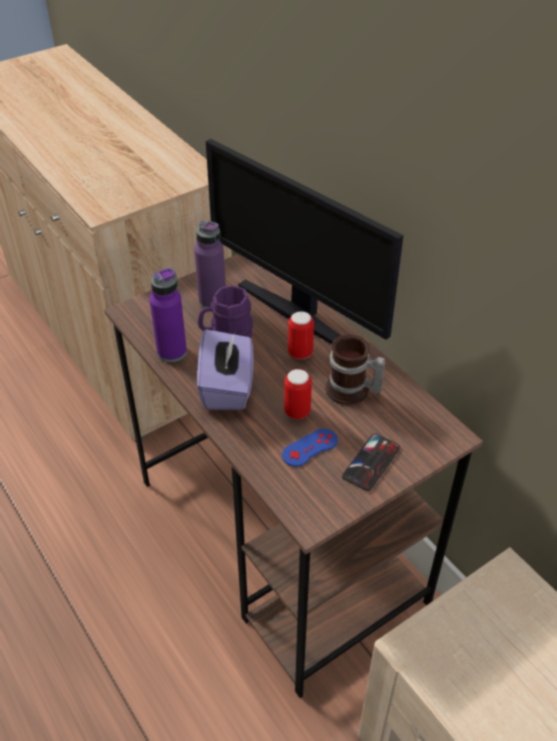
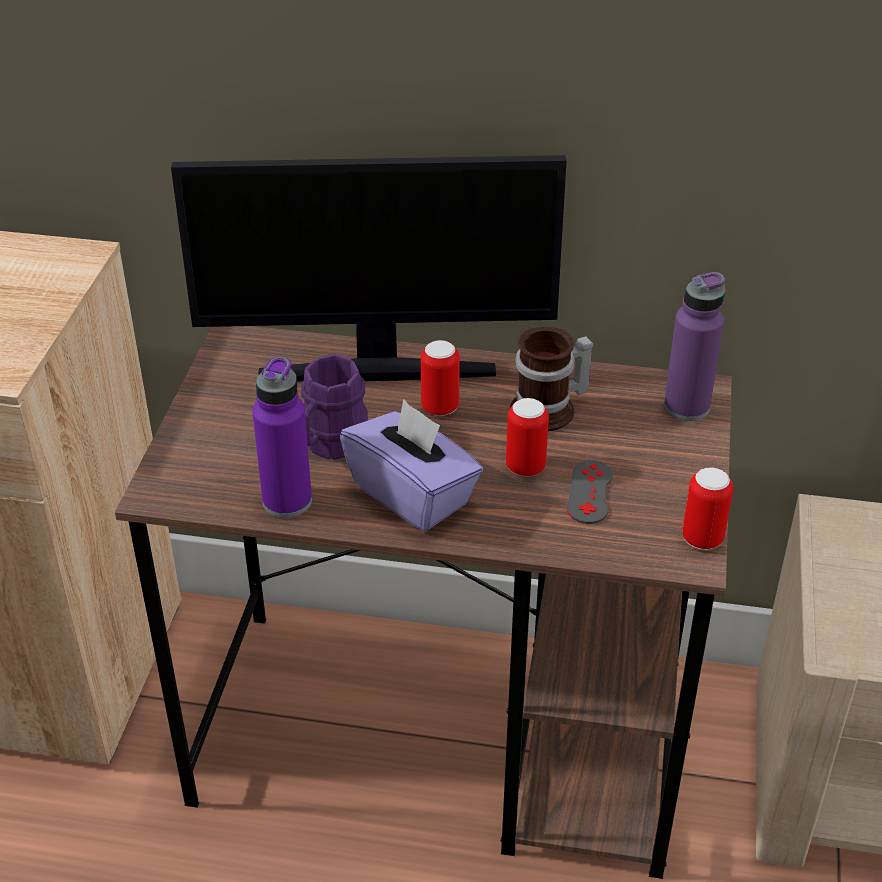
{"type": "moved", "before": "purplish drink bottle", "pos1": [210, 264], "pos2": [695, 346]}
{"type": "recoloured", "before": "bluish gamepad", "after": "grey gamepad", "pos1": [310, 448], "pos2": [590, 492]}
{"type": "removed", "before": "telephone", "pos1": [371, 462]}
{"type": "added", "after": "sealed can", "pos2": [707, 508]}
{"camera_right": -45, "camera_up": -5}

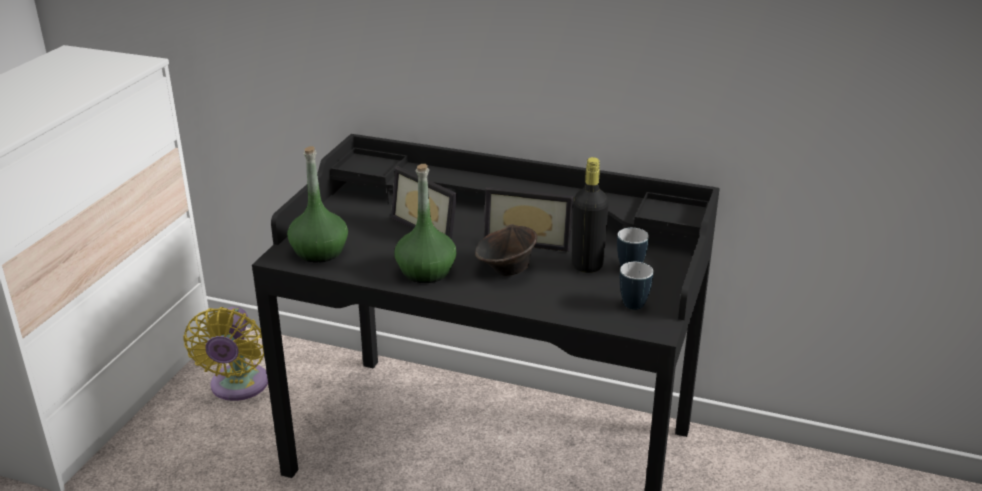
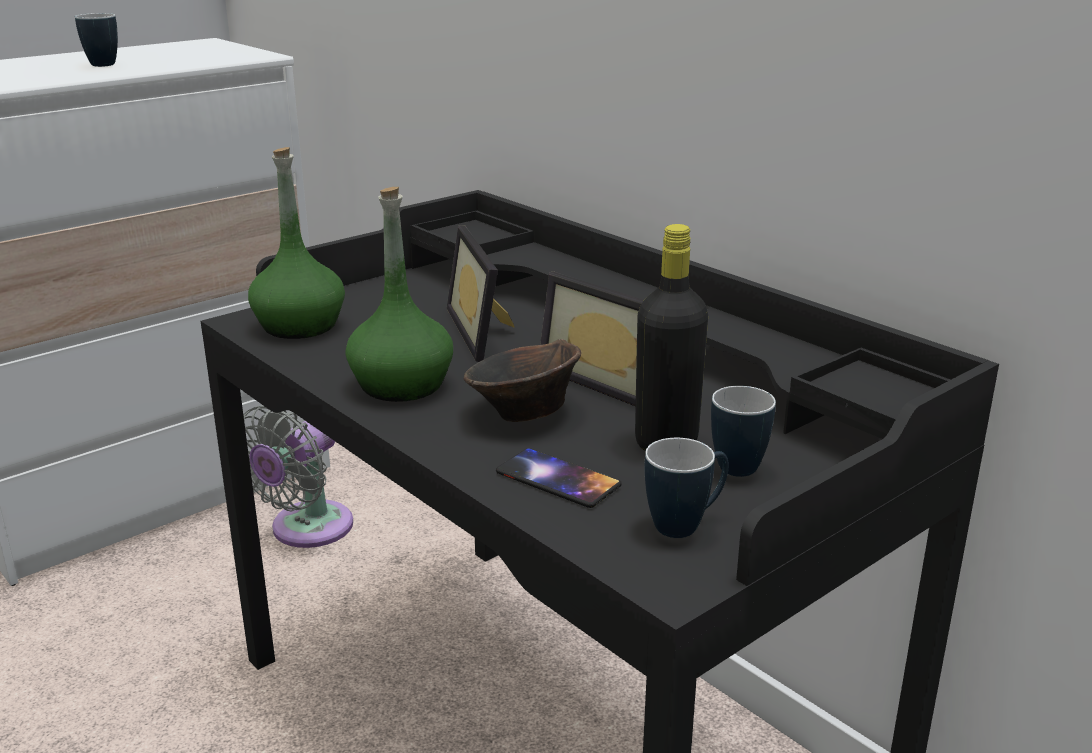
{"type": "recoloured", "before": "yellow-coloured electric fan", "after": "grey electric fan", "pos1": [225, 354], "pos2": [298, 476]}
{"type": "added", "after": "coffee mug", "pos2": [96, 40]}
{"type": "added", "after": "telephone", "pos2": [559, 478]}
{"camera_right": 30, "camera_up": -5}

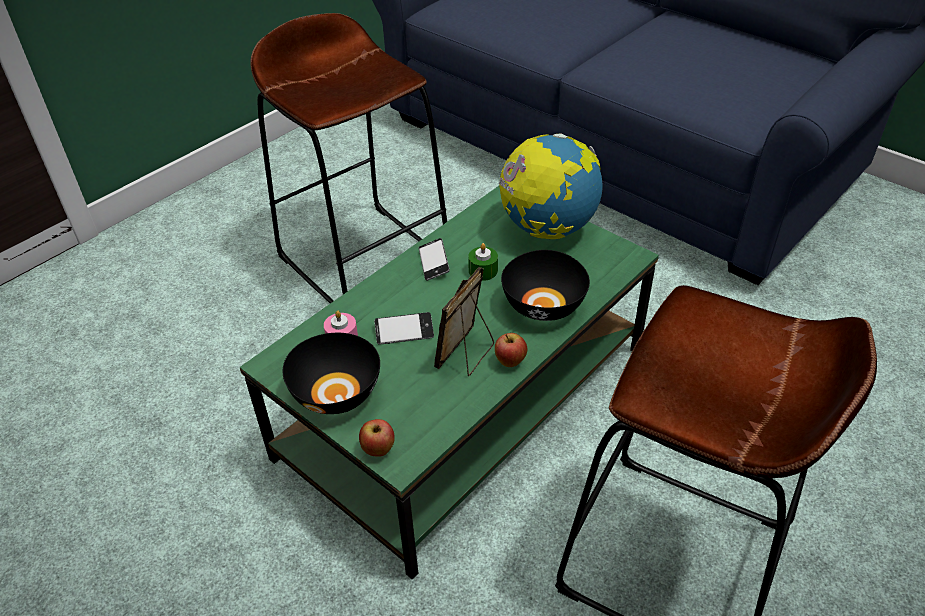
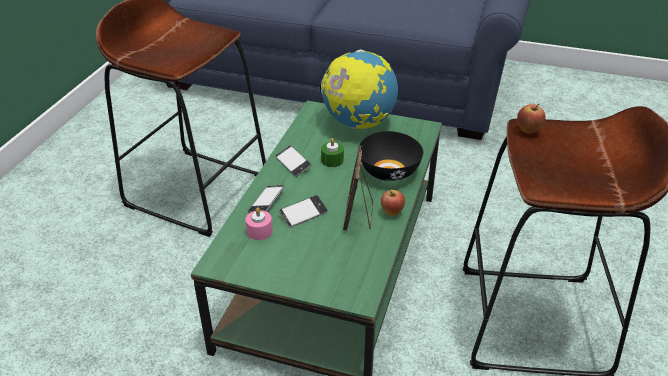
{"type": "removed", "before": "black serving bowl", "pos1": [331, 373]}
{"type": "moved", "before": "apple fruit", "pos1": [377, 438], "pos2": [531, 119]}
{"type": "added", "after": "telephone", "pos2": [266, 199]}
{"camera_right": -25, "camera_up": -5}

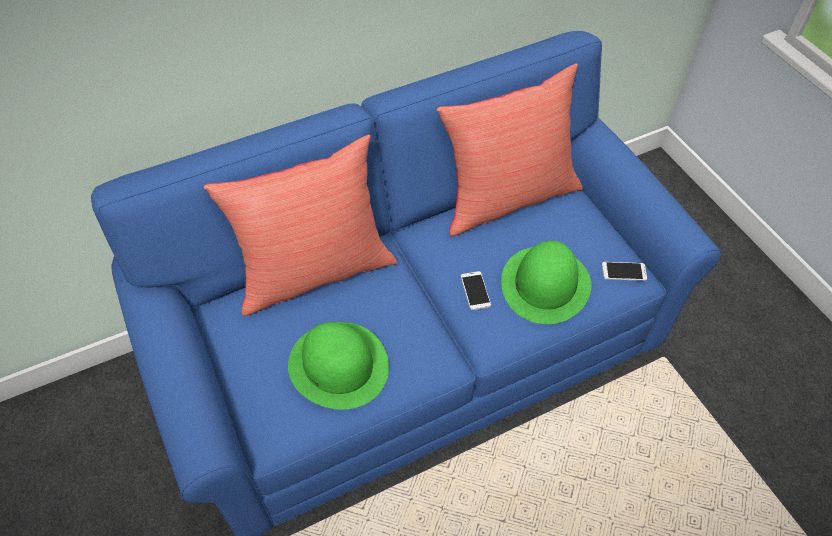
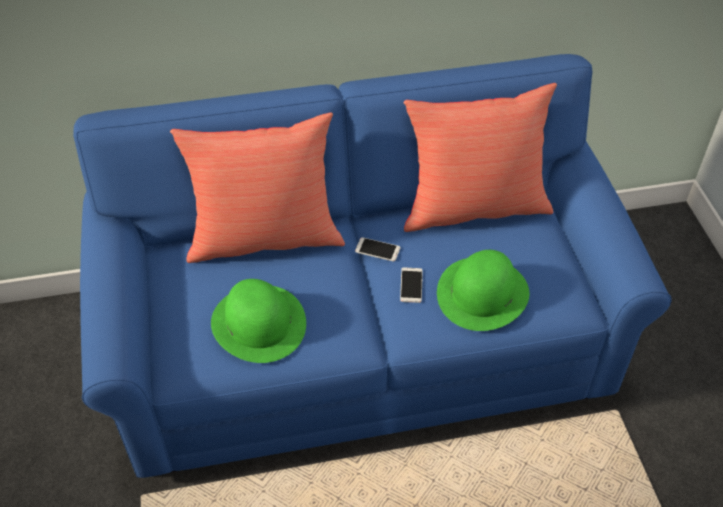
{"type": "moved", "before": "telephone", "pos1": [624, 271], "pos2": [377, 249]}
{"camera_right": 15, "camera_up": -5}

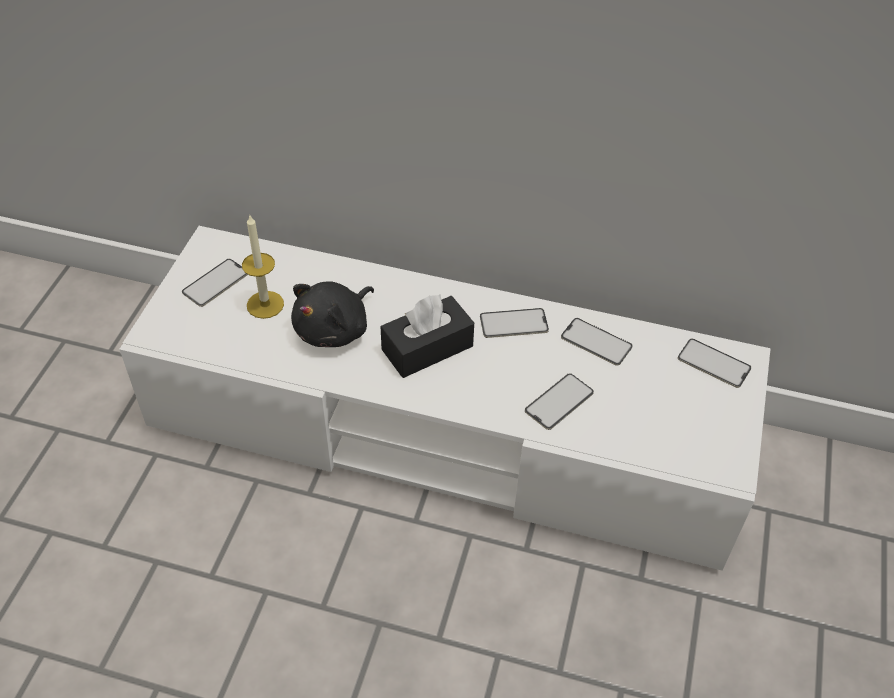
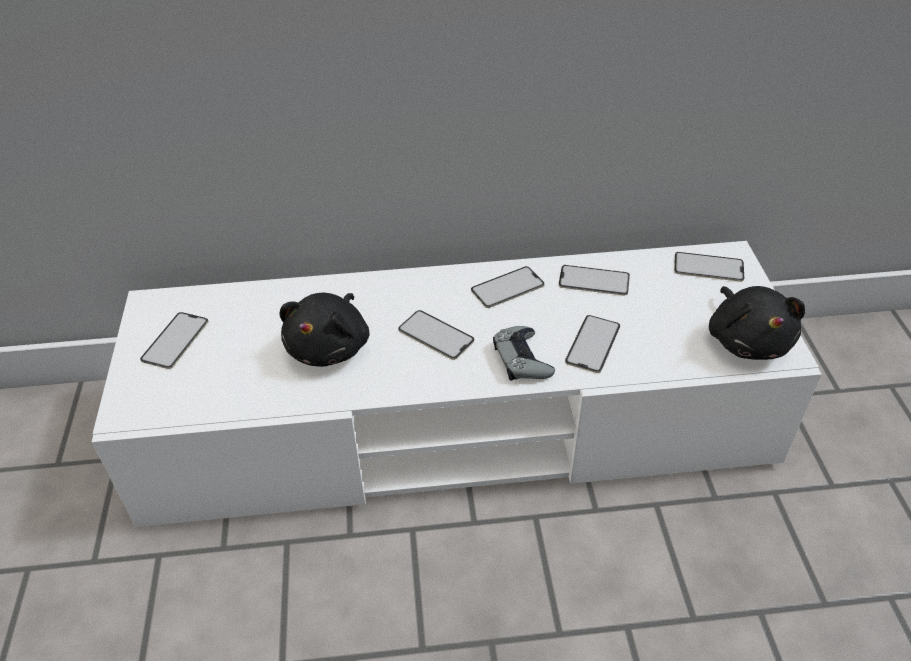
{"type": "removed", "before": "wax candle", "pos1": [263, 266]}
{"type": "replaced", "before": "black tissue box", "after": "telephone", "pos1": [427, 336], "pos2": [436, 335]}
{"type": "added", "after": "grey gamepad", "pos2": [524, 353]}
{"type": "added", "after": "black plush toy", "pos2": [757, 323]}
{"camera_right": -20, "camera_up": -5}

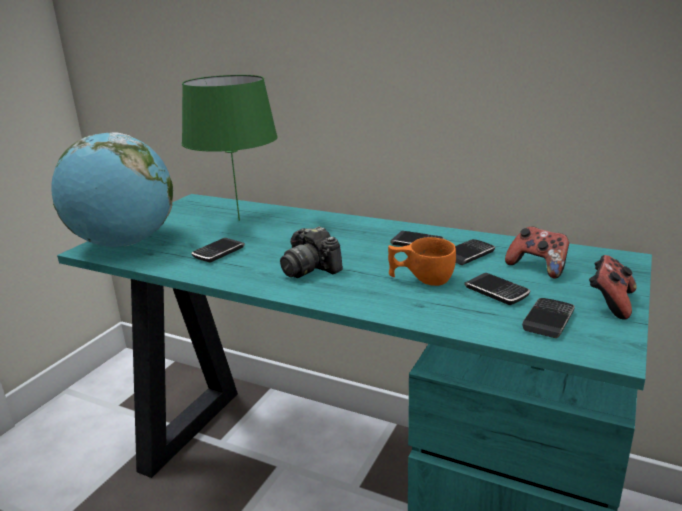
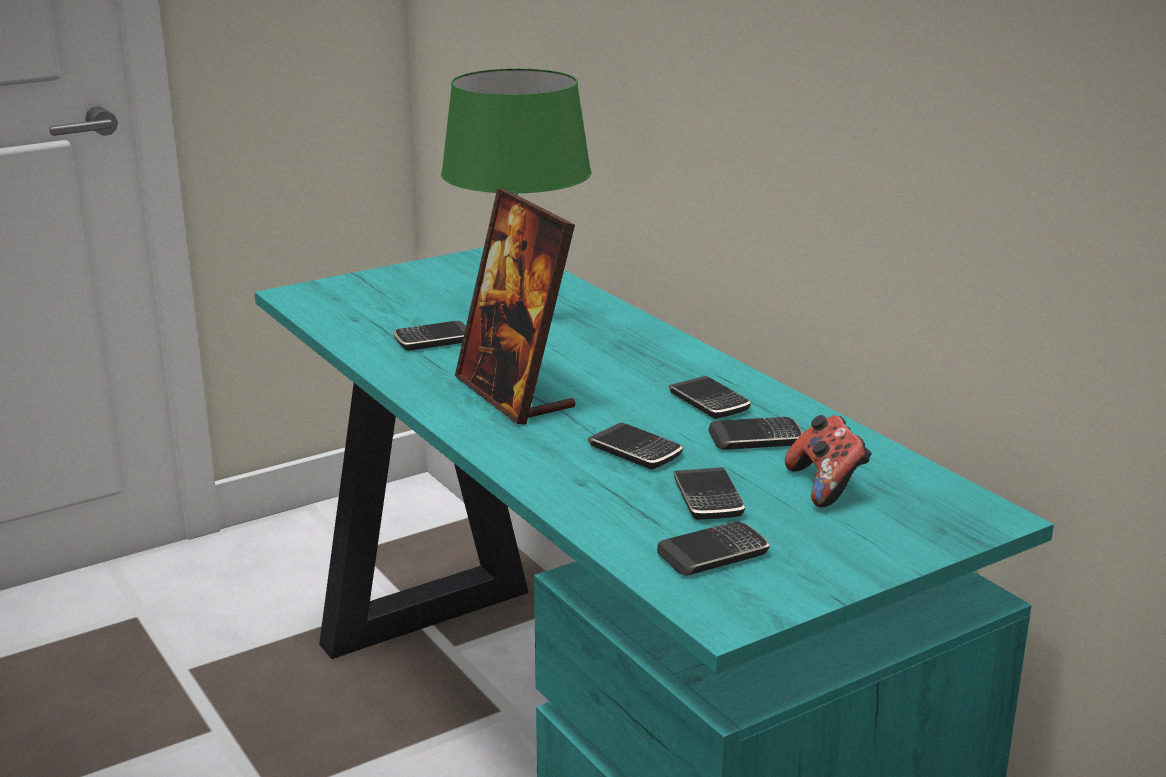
{"type": "removed", "before": "world globe", "pos1": [112, 189]}
{"type": "replaced", "before": "still camera", "after": "standing frame", "pos1": [311, 252], "pos2": [515, 306]}
{"type": "replaced", "before": "orangey cup", "after": "telephone", "pos1": [422, 261], "pos2": [635, 446]}
{"type": "removed", "before": "gamepad", "pos1": [613, 287]}
{"camera_right": 30, "camera_up": 0}

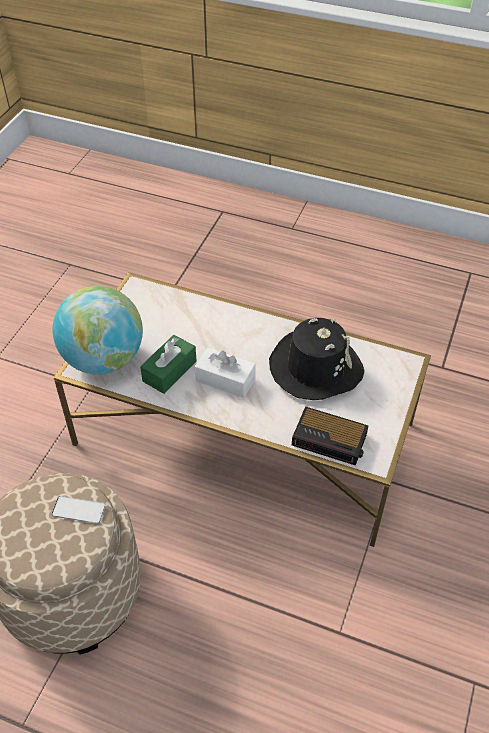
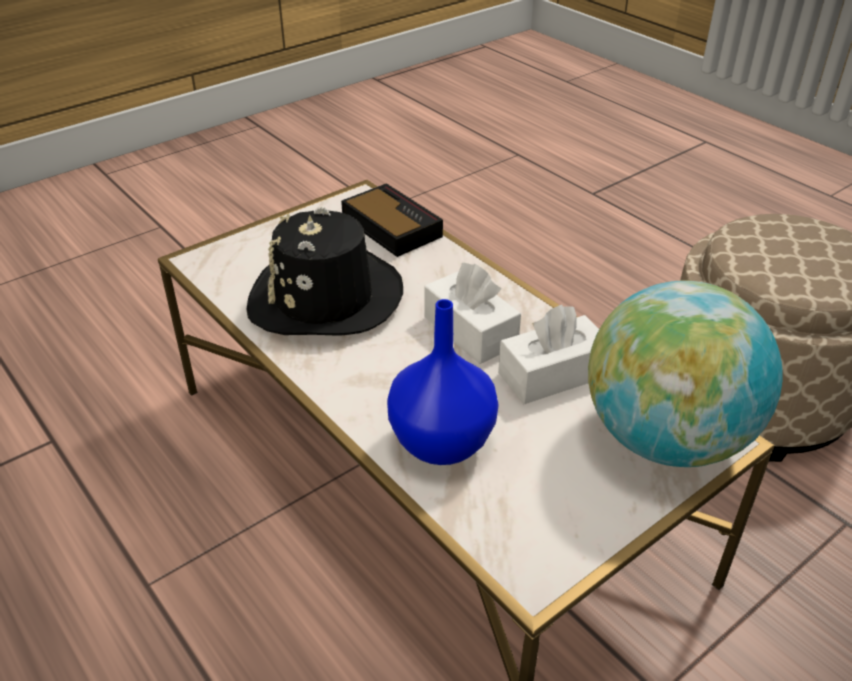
{"type": "removed", "before": "telephone", "pos1": [78, 510]}
{"type": "recoloured", "before": "greenish tissue box", "after": "white-coloured tissue box", "pos1": [168, 364], "pos2": [548, 354]}
{"type": "added", "after": "bluish decorative vase", "pos2": [443, 382]}
{"camera_right": -150, "camera_up": -10}

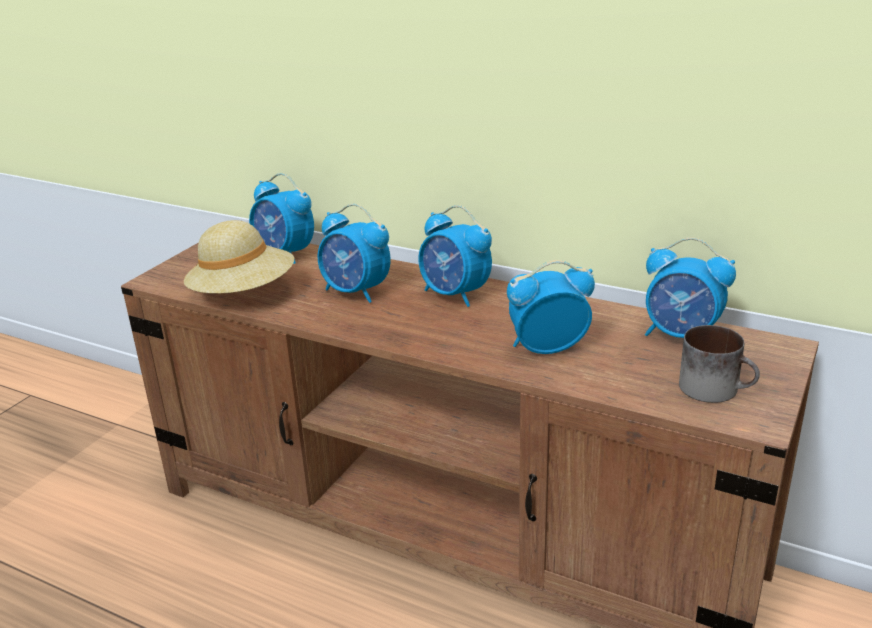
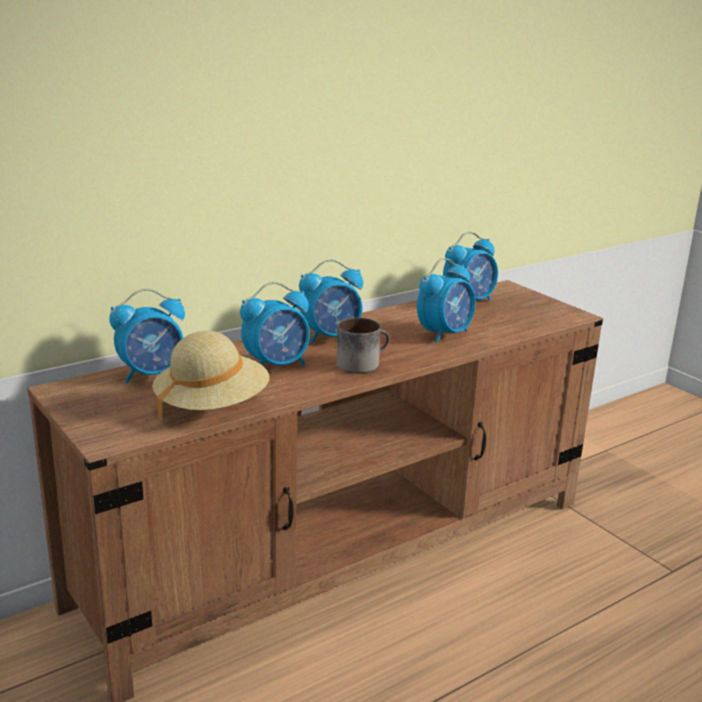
{"type": "turned", "before": "table clock", "pos1": [551, 307], "pos2": [446, 300], "turn": -150}
{"type": "moved", "before": "coffee mug", "pos1": [719, 364], "pos2": [363, 345]}
{"camera_right": -65, "camera_up": -5}

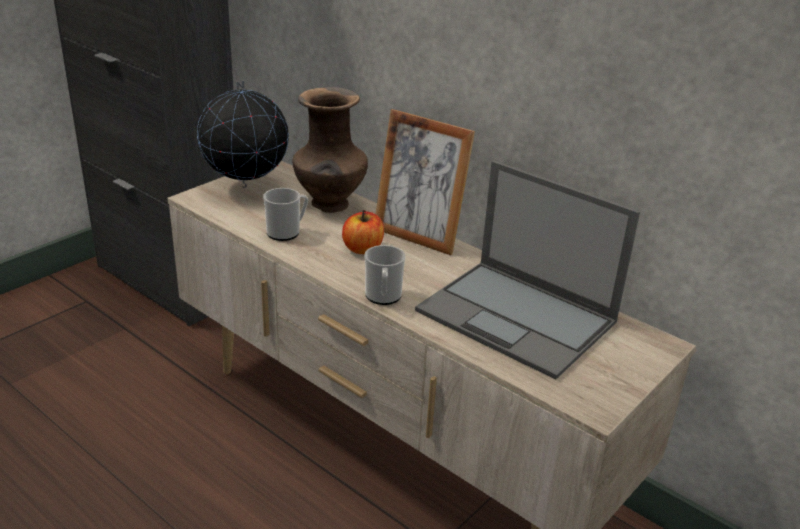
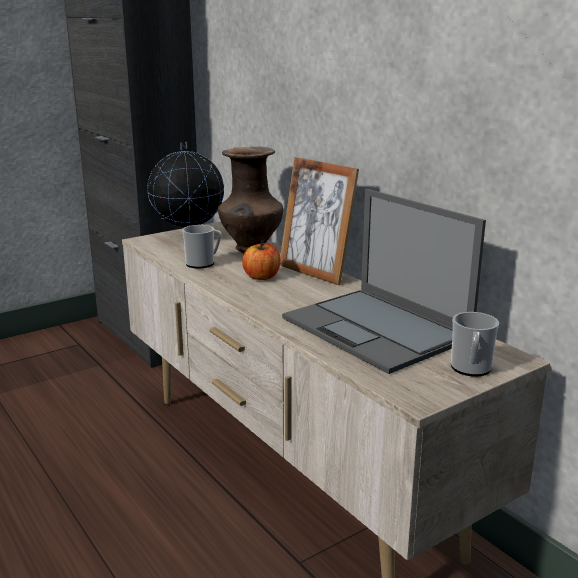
{"type": "moved", "before": "coffee mug", "pos1": [385, 275], "pos2": [475, 344]}
{"camera_right": 15, "camera_up": -10}

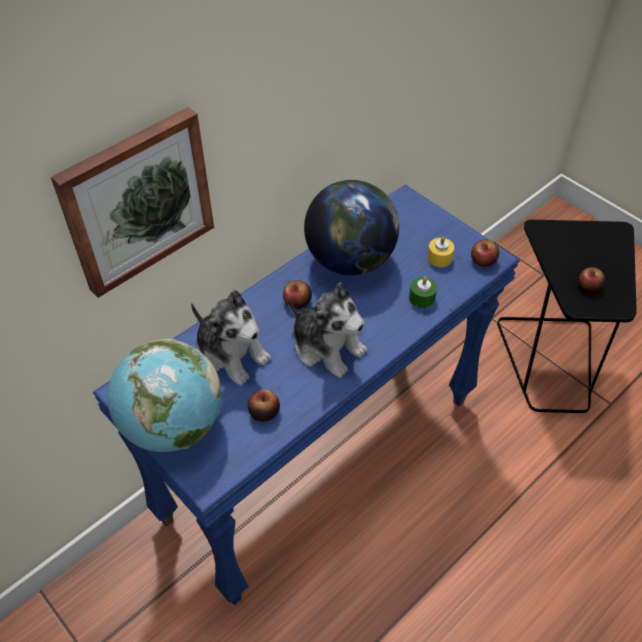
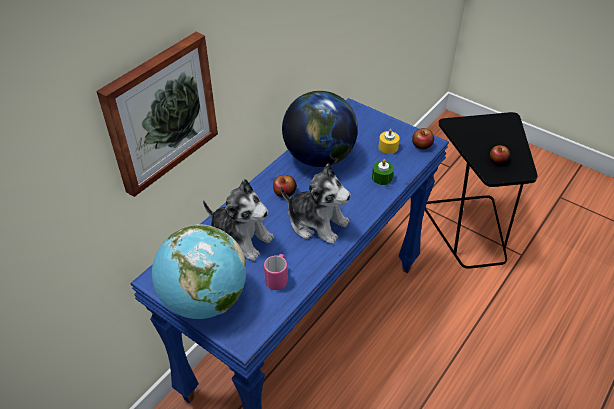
{"type": "replaced", "before": "apple fruit", "after": "pink coffee mug", "pos1": [264, 406], "pos2": [276, 272]}
{"camera_right": -10, "camera_up": -5}

